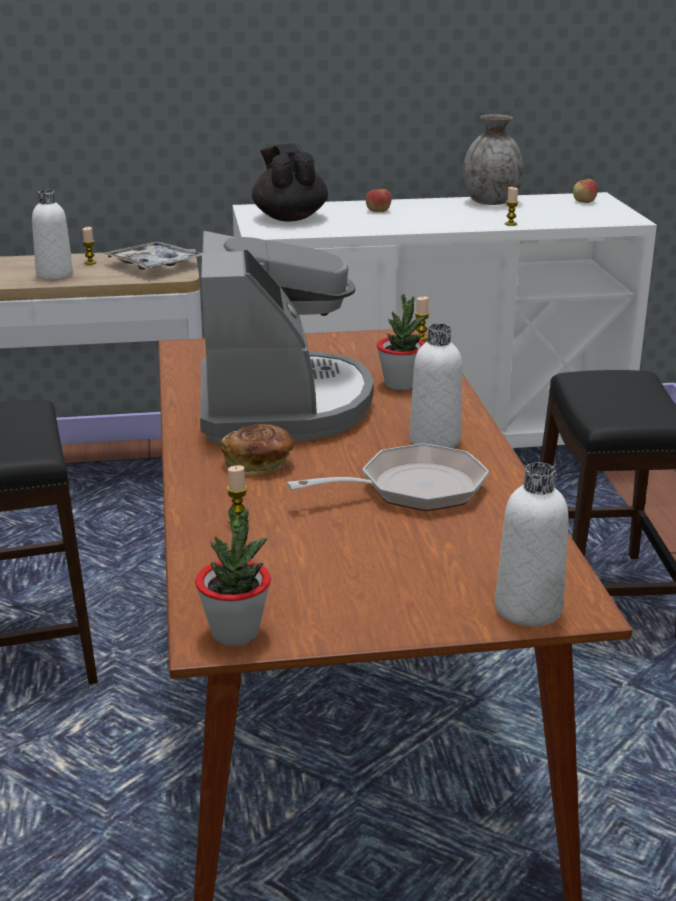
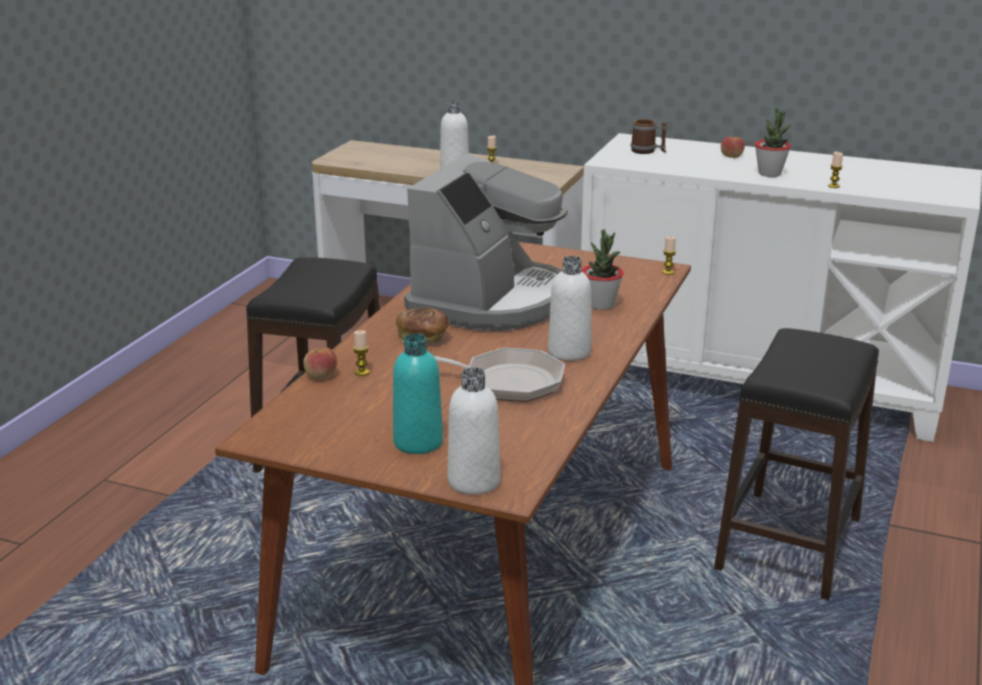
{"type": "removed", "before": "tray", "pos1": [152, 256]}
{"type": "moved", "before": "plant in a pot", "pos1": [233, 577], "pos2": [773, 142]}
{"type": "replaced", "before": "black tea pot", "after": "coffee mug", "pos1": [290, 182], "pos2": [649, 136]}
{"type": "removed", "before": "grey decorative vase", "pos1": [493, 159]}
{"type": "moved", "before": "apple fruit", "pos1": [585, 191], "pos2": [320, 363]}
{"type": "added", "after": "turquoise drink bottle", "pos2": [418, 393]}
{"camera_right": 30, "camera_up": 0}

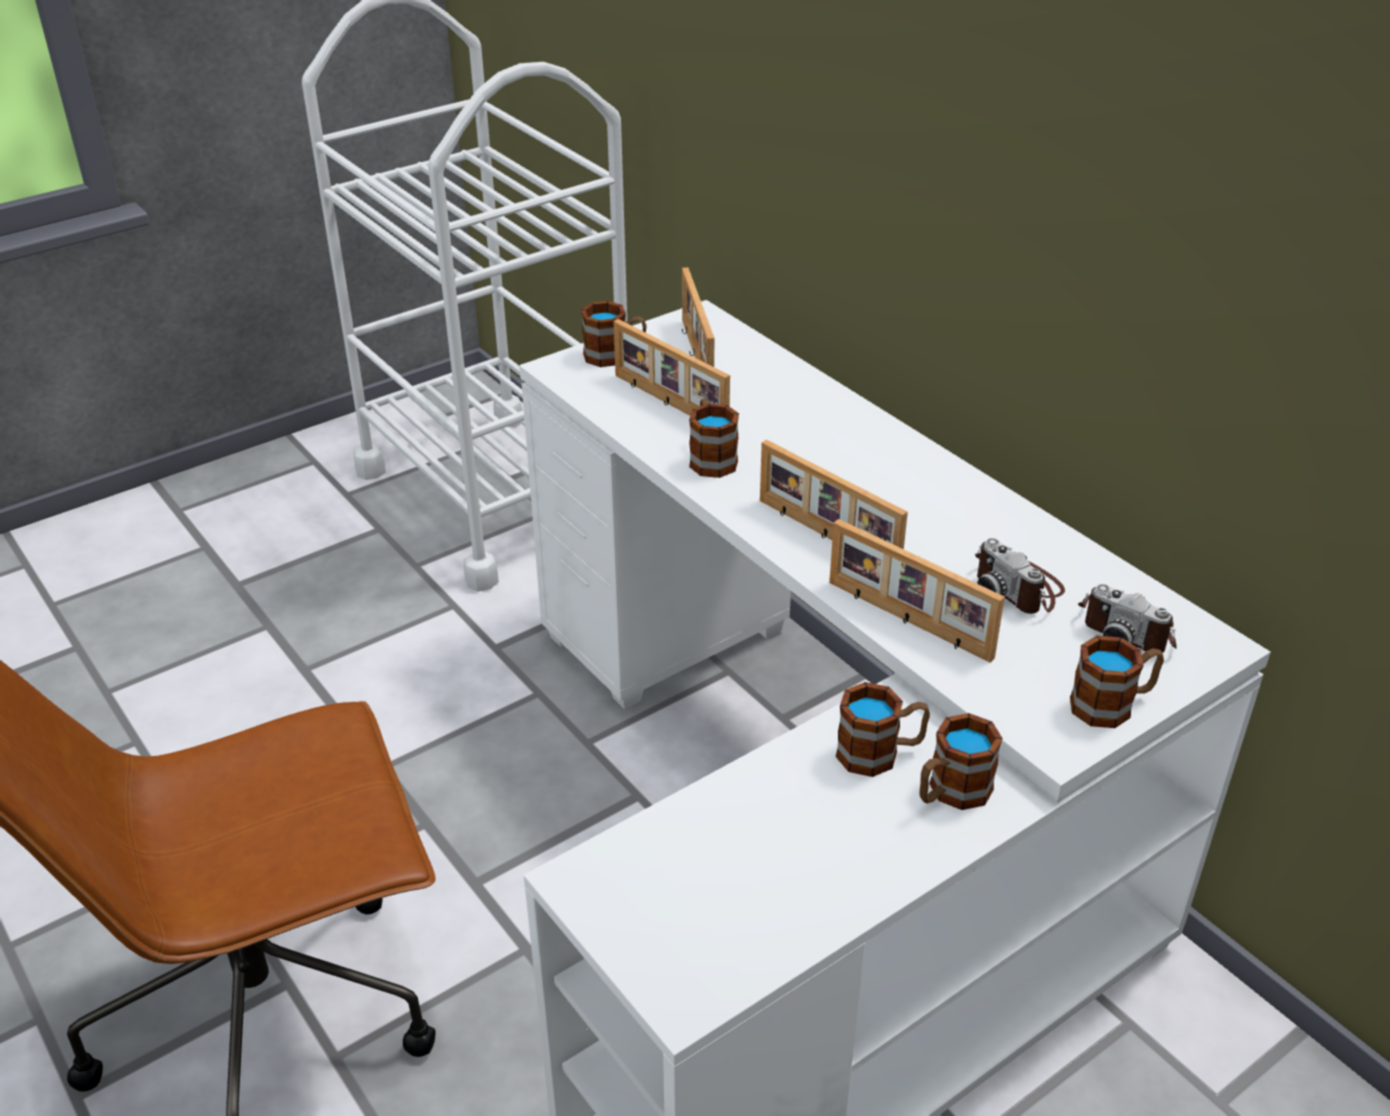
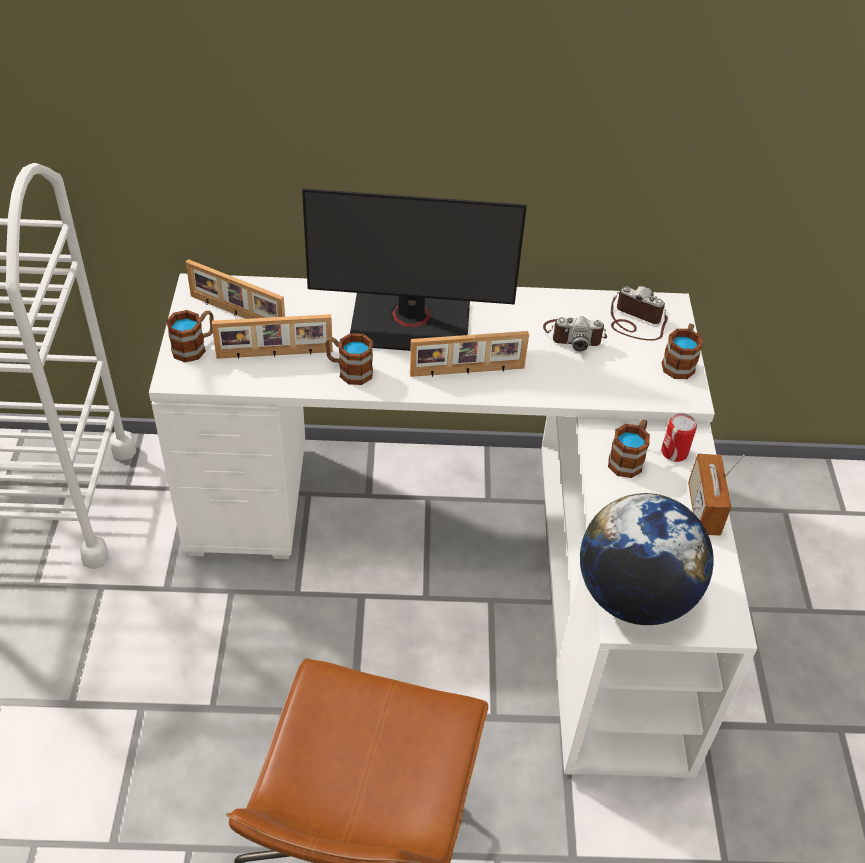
{"type": "removed", "before": "standing frame", "pos1": [917, 591]}
{"type": "replaced", "before": "coffee mug", "after": "sealed can", "pos1": [961, 761], "pos2": [679, 437]}
{"type": "turned", "before": "still camera", "pos1": [1127, 618], "pos2": [639, 313], "turn": -135}
{"type": "added", "after": "monitor", "pos2": [414, 269]}
{"type": "added", "after": "world globe", "pos2": [647, 559]}
{"type": "added", "after": "radio set", "pos2": [716, 495]}
{"camera_right": -55, "camera_up": 10}

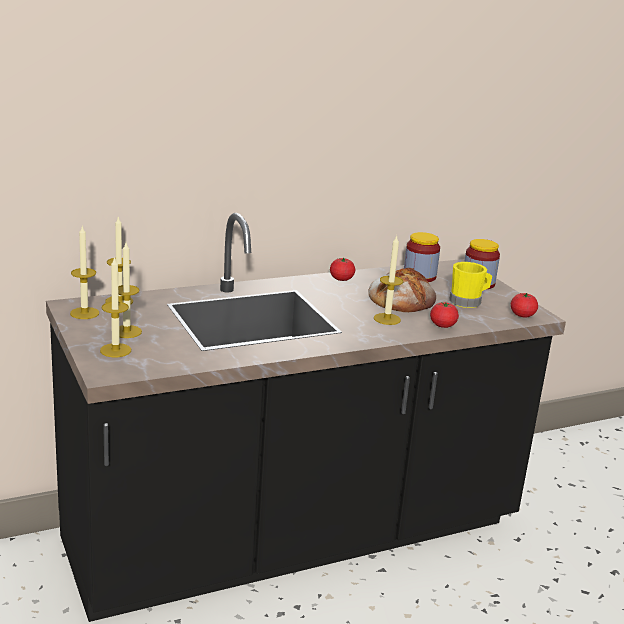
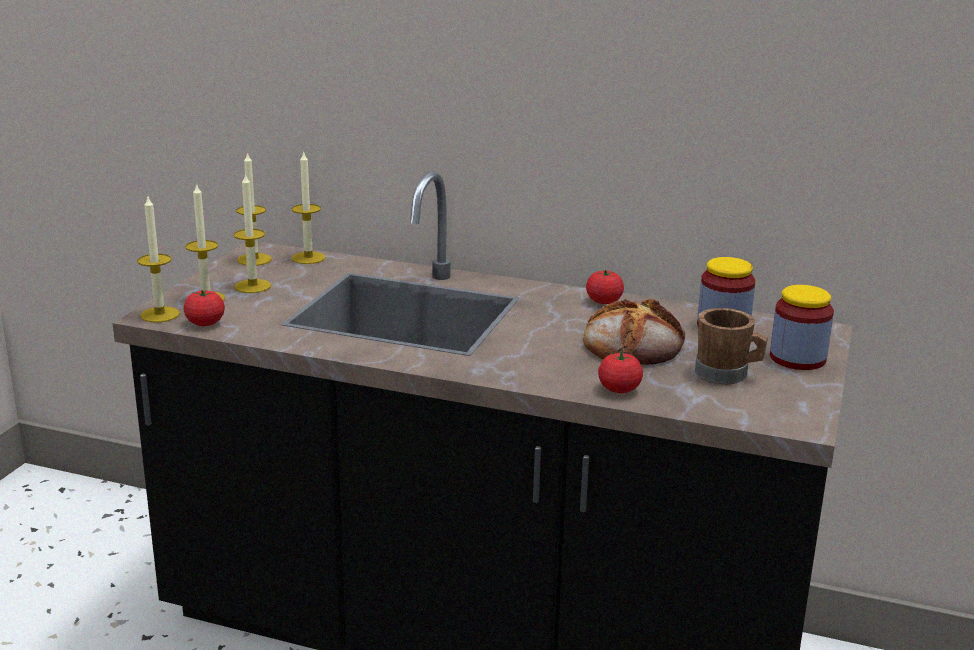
{"type": "moved", "before": "wax candle", "pos1": [388, 280], "pos2": [158, 259]}
{"type": "recoloured", "before": "yellow-coloured coffee mug", "after": "brown coffee mug", "pos1": [470, 285], "pos2": [731, 346]}
{"type": "moved", "before": "whole tomato", "pos1": [524, 305], "pos2": [204, 308]}
{"camera_right": 45, "camera_up": 0}

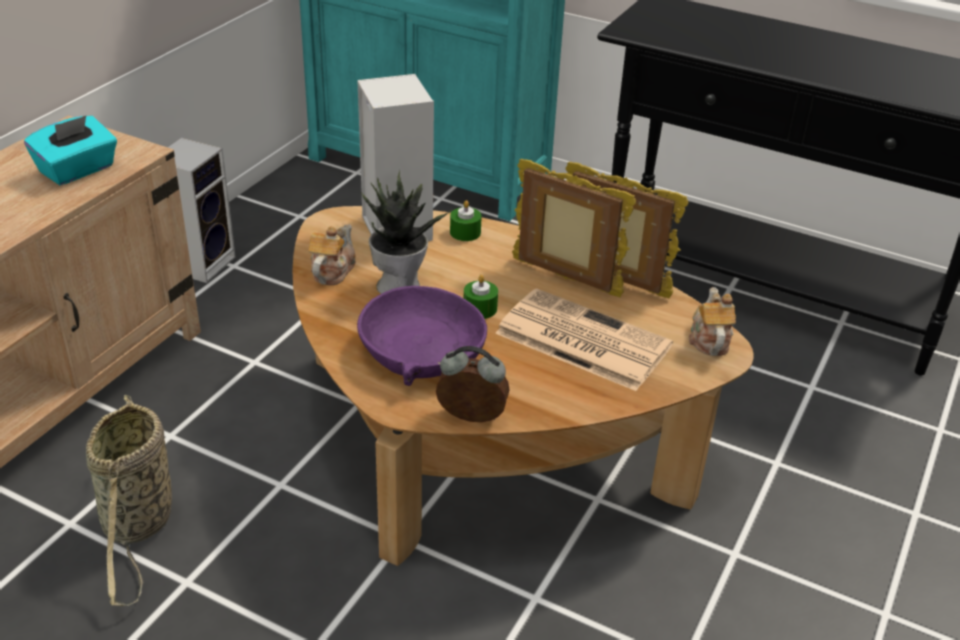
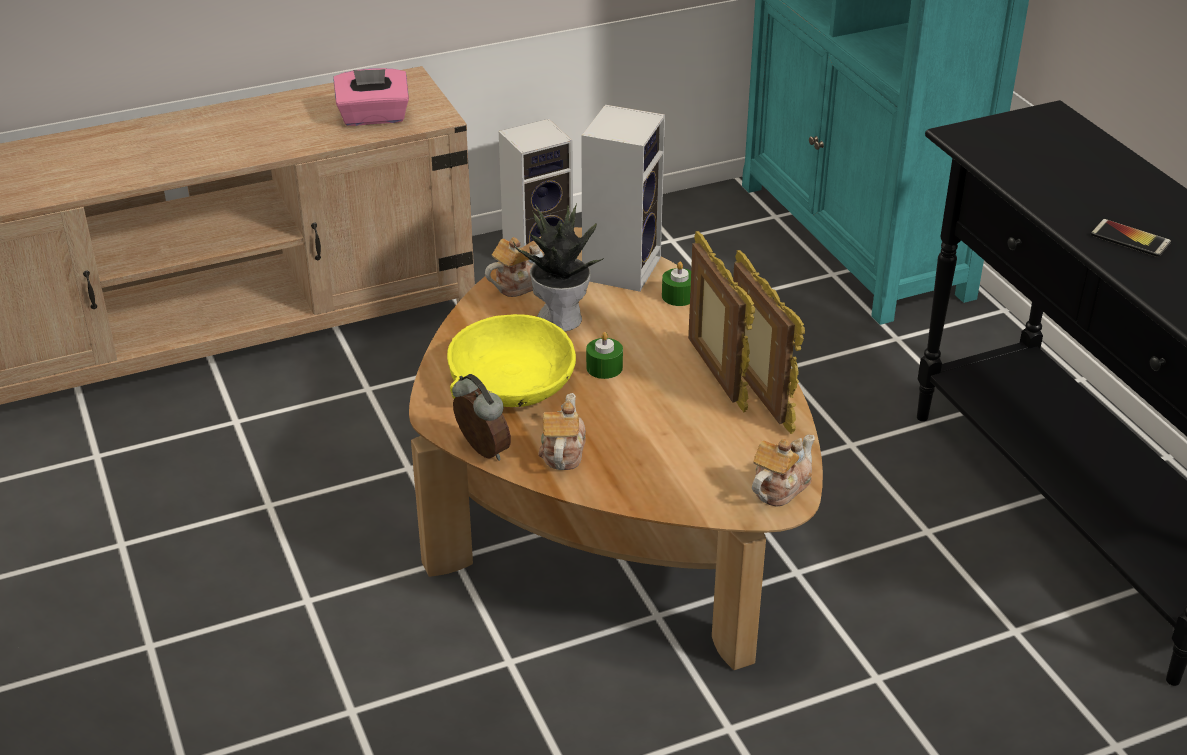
{"type": "recoloured", "before": "turquoise tissue box", "after": "pink tissue box", "pos1": [70, 150], "pos2": [371, 97]}
{"type": "removed", "before": "storage basket", "pos1": [129, 500]}
{"type": "recoloured", "before": "purplish serving bowl", "after": "yellow-coloured serving bowl", "pos1": [422, 336], "pos2": [511, 360]}
{"type": "removed", "before": "newspaper", "pos1": [584, 339]}
{"type": "added", "after": "tea pot", "pos2": [562, 431]}
{"type": "added", "after": "telephone", "pos2": [1130, 238]}
{"camera_right": 40, "camera_up": 0}

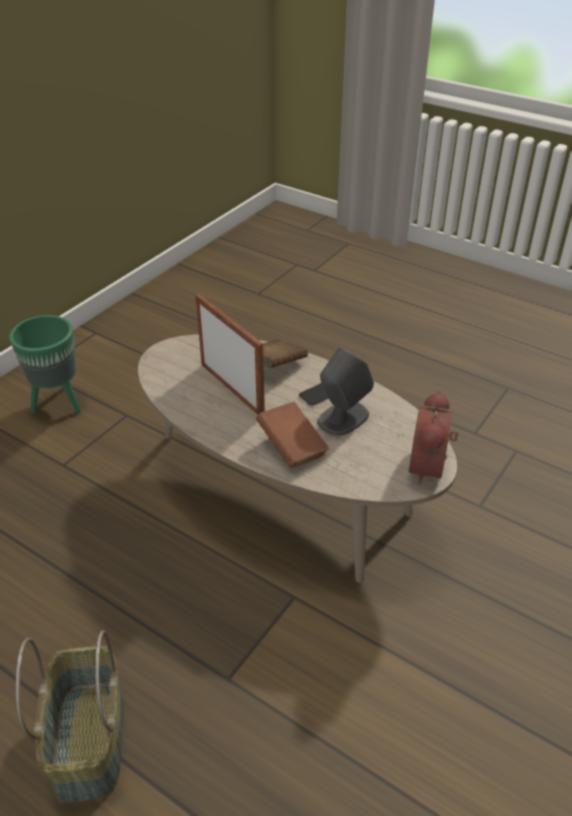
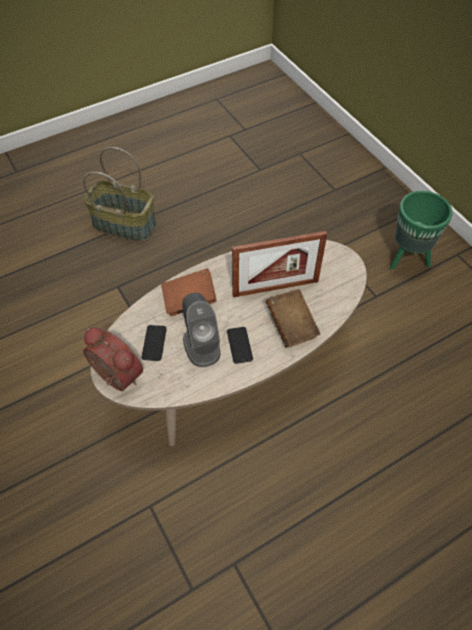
{"type": "added", "after": "telephone", "pos2": [154, 343]}
{"camera_right": 115, "camera_up": 15}

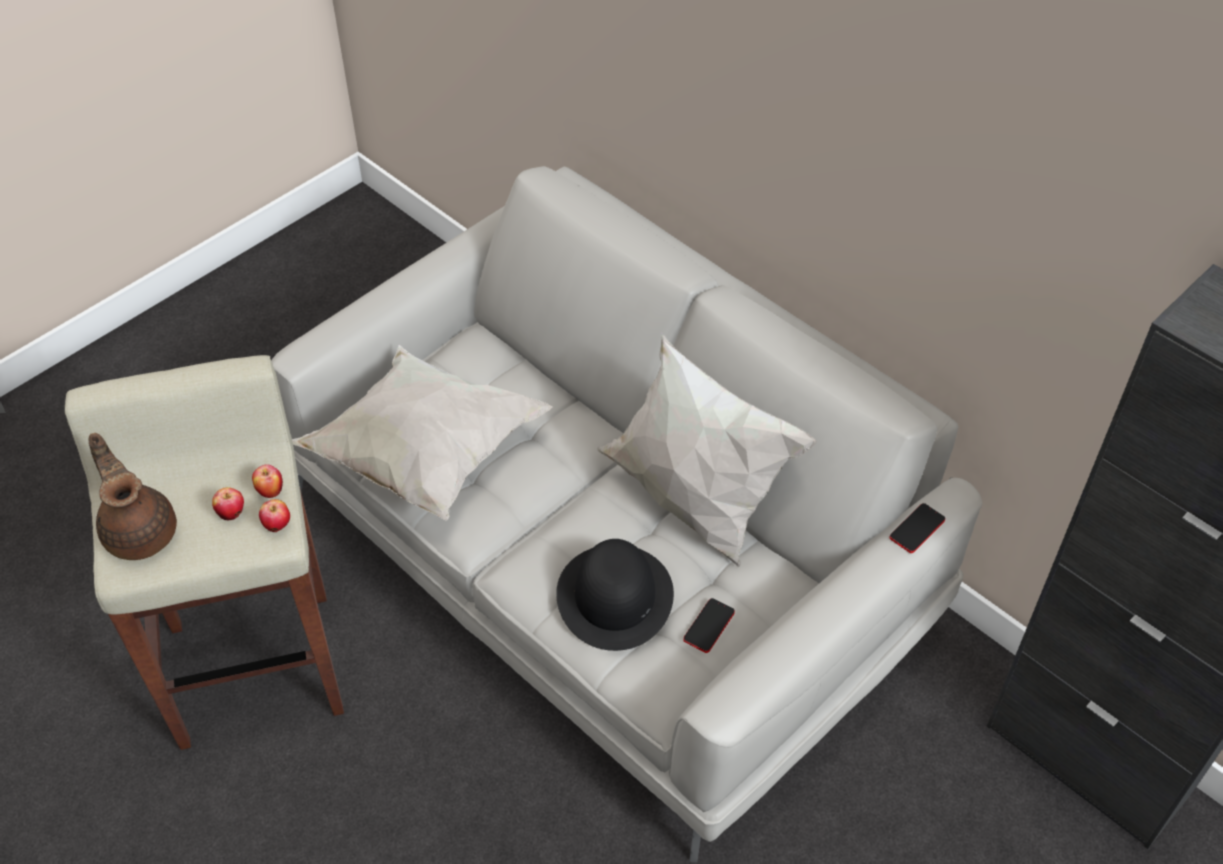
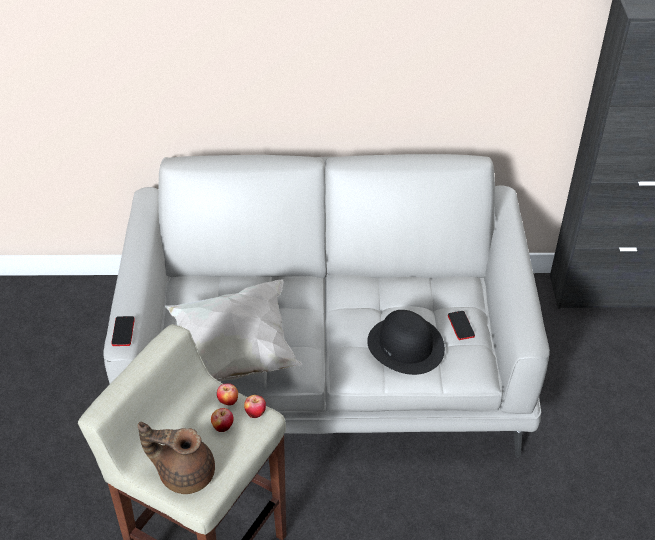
{"type": "removed", "before": "white-coloured pillow", "pos1": [707, 449]}
{"type": "moved", "before": "telephone", "pos1": [917, 528], "pos2": [123, 331]}
{"camera_right": -45, "camera_up": -5}

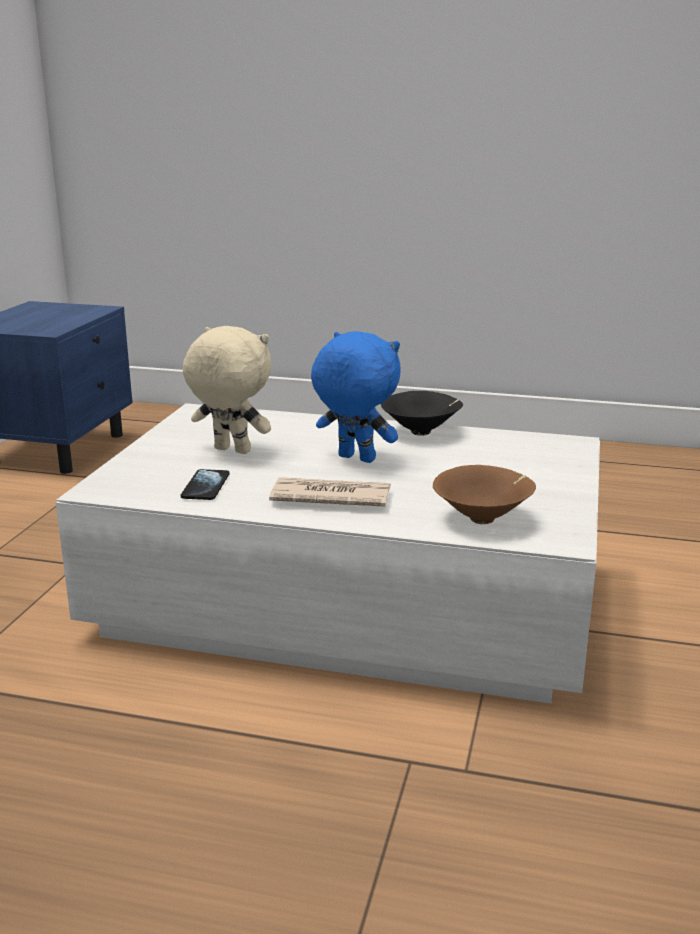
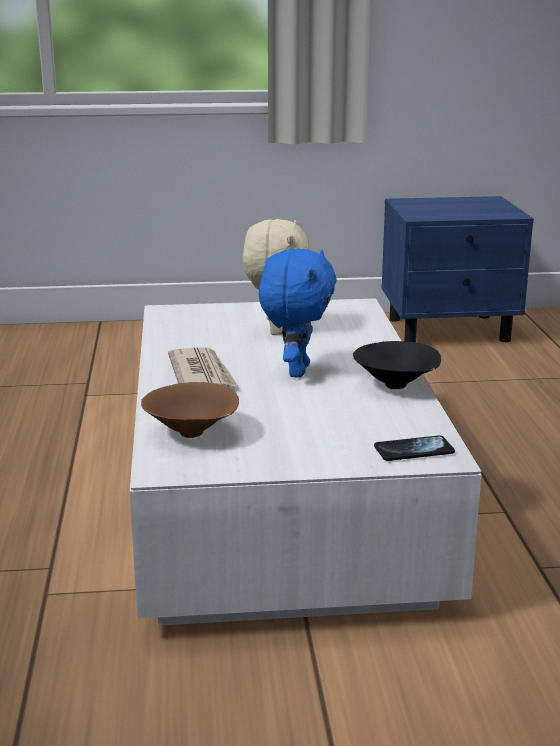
{"type": "moved", "before": "telephone", "pos1": [205, 484], "pos2": [414, 448]}
{"camera_right": 70, "camera_up": 0}

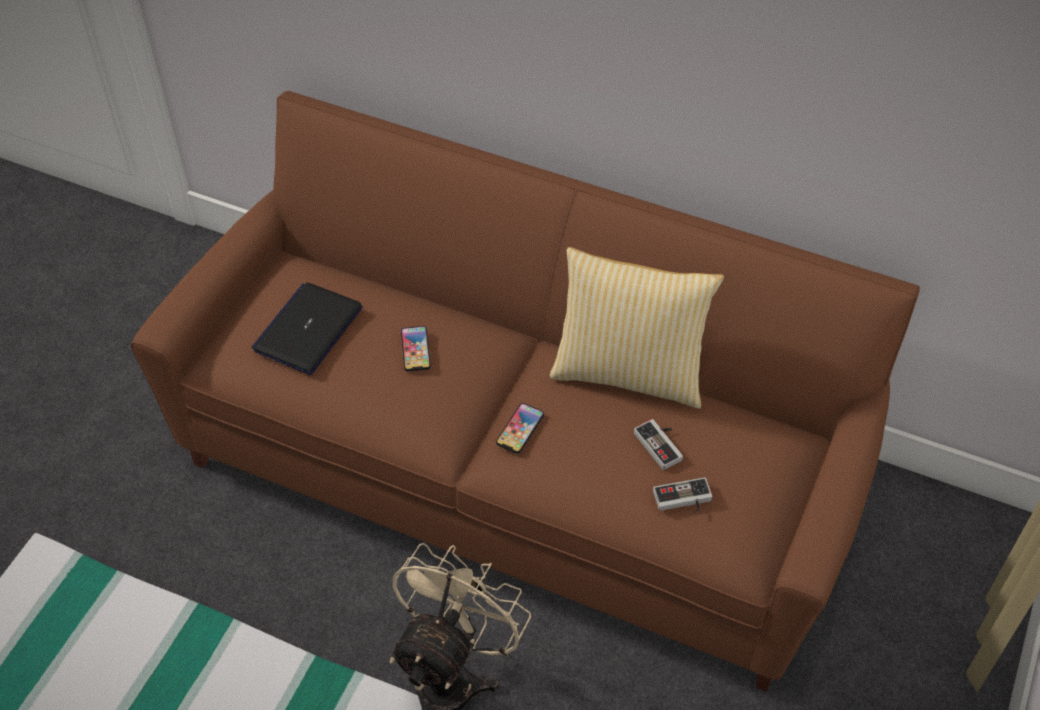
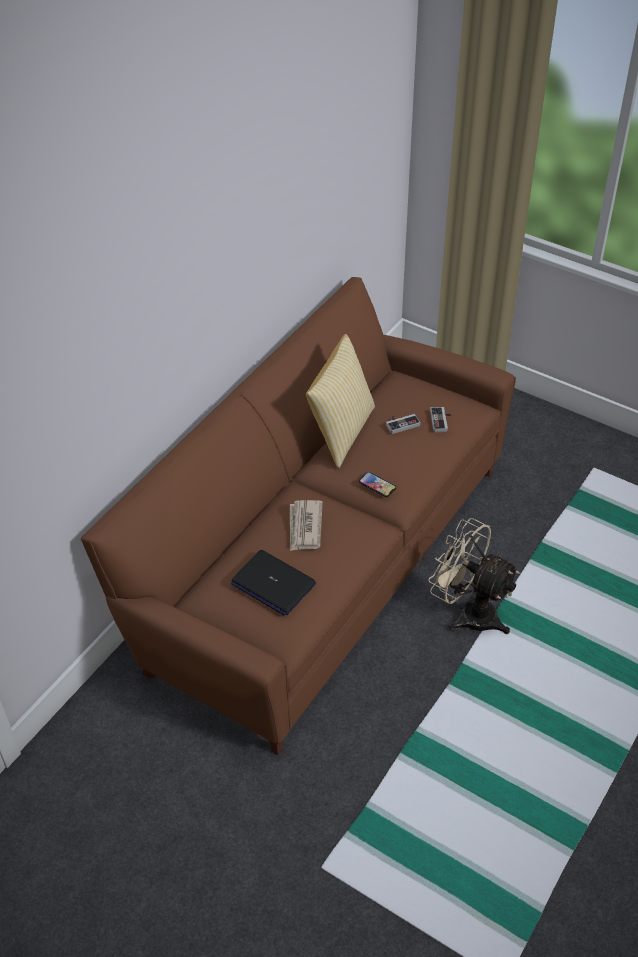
{"type": "replaced", "before": "telephone", "after": "newspaper", "pos1": [416, 348], "pos2": [306, 525]}
{"camera_right": -80, "camera_up": -5}

